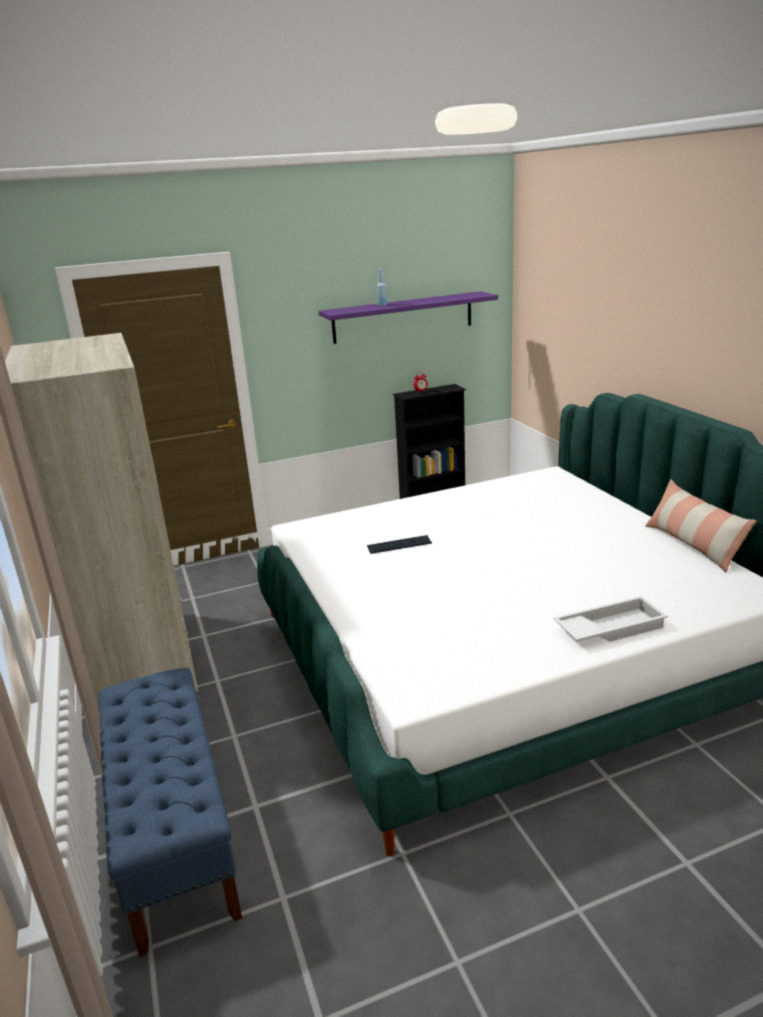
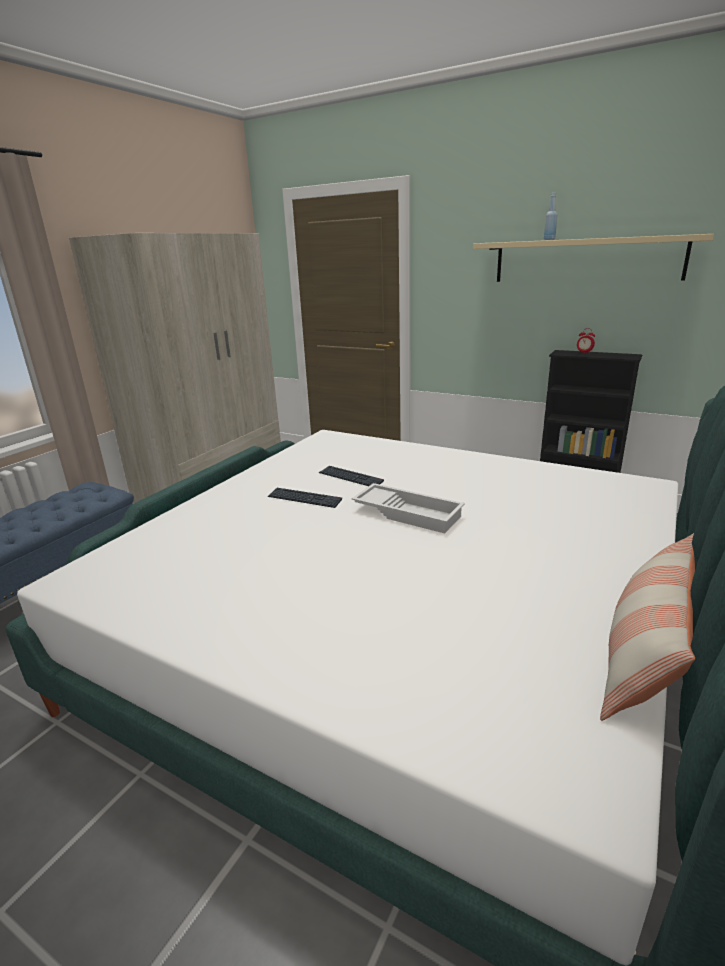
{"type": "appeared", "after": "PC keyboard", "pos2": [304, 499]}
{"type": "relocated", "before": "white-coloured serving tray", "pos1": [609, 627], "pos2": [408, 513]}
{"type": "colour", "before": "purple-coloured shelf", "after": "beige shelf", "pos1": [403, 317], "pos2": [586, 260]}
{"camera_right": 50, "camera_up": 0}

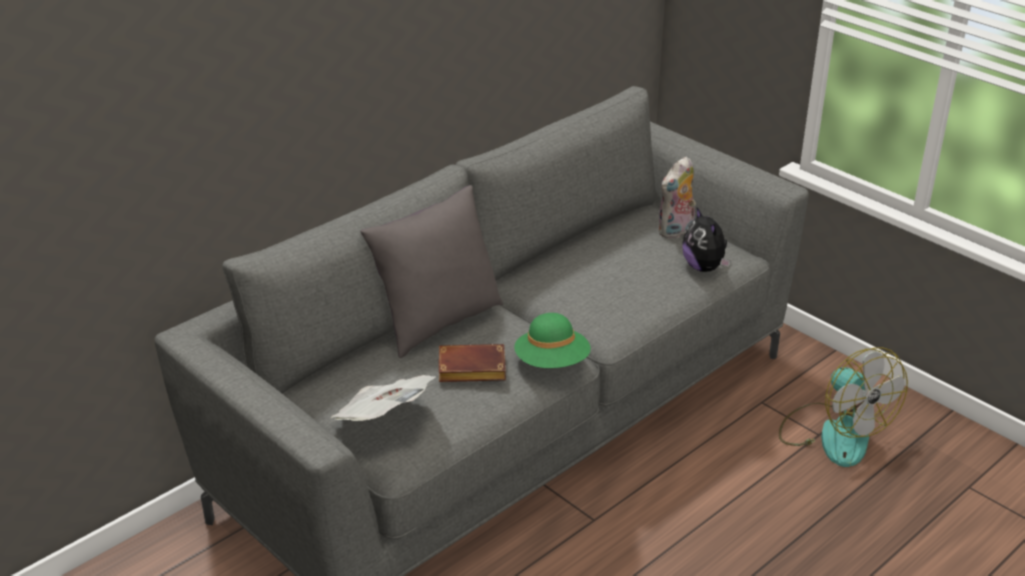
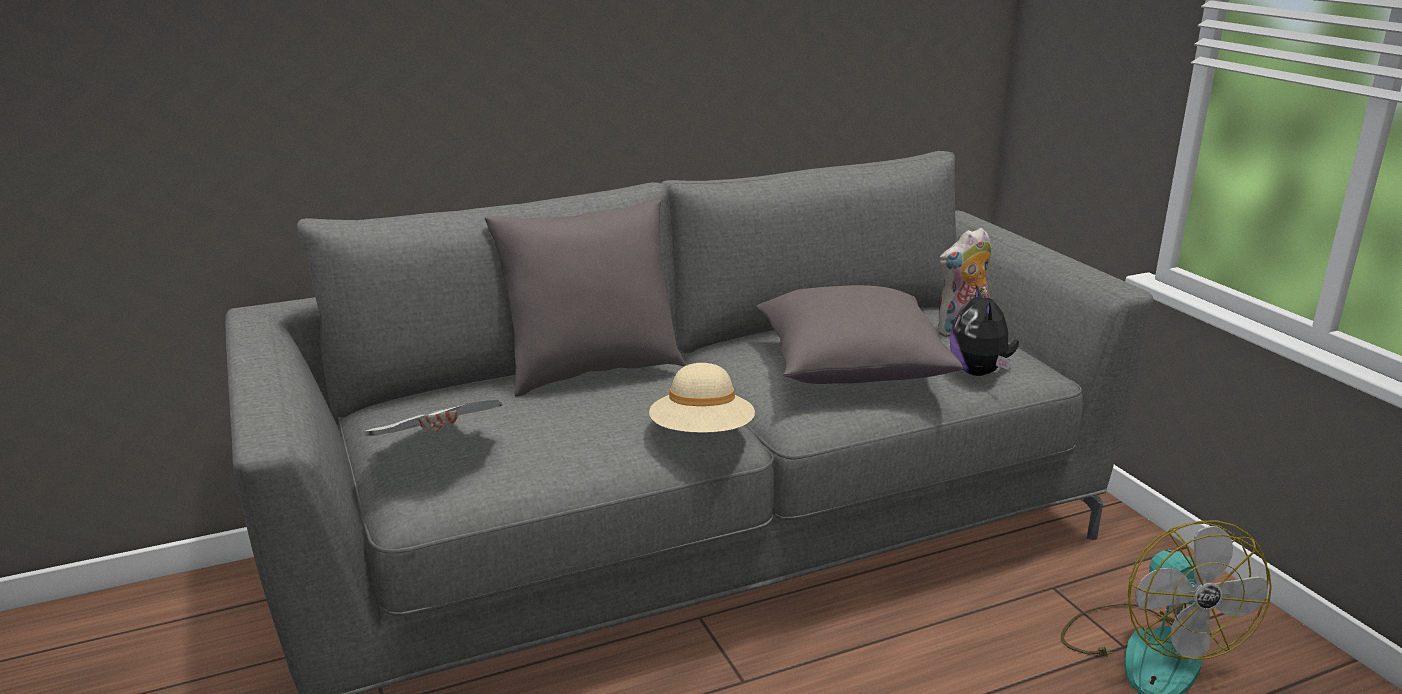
{"type": "colour", "before": "green-coloured clothing hat", "after": "beige clothing hat", "pos1": [552, 363], "pos2": [702, 435]}
{"type": "appeared", "after": "grey throw pillow", "pos2": [851, 369]}
{"type": "missing", "before": "brown-coloured volume", "pos1": [470, 370]}
{"camera_right": 20, "camera_up": -10}

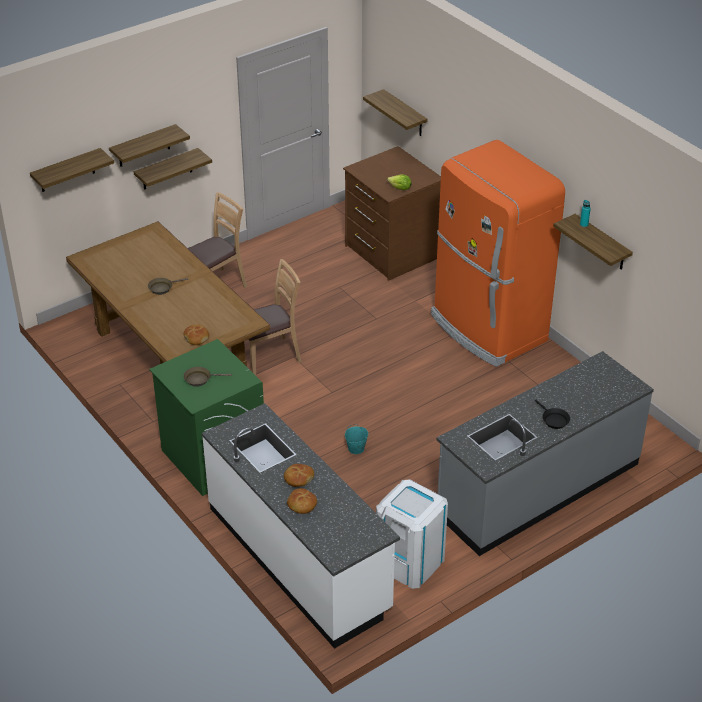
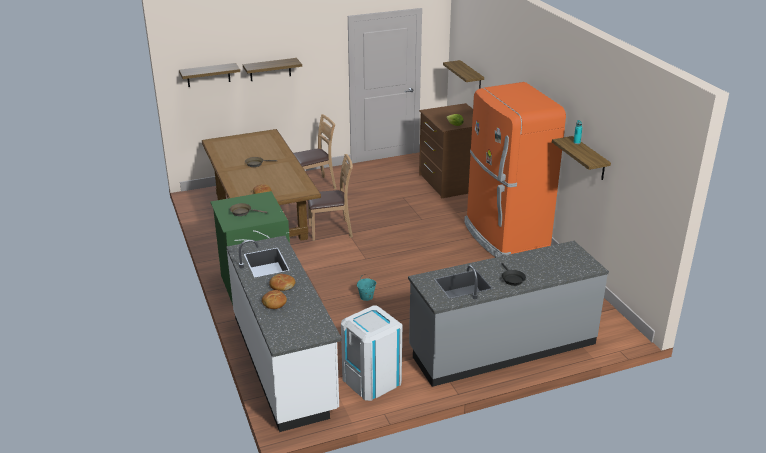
{"type": "missing", "before": "shelf", "pos1": [167, 169]}
{"camera_right": 15, "camera_up": -10}

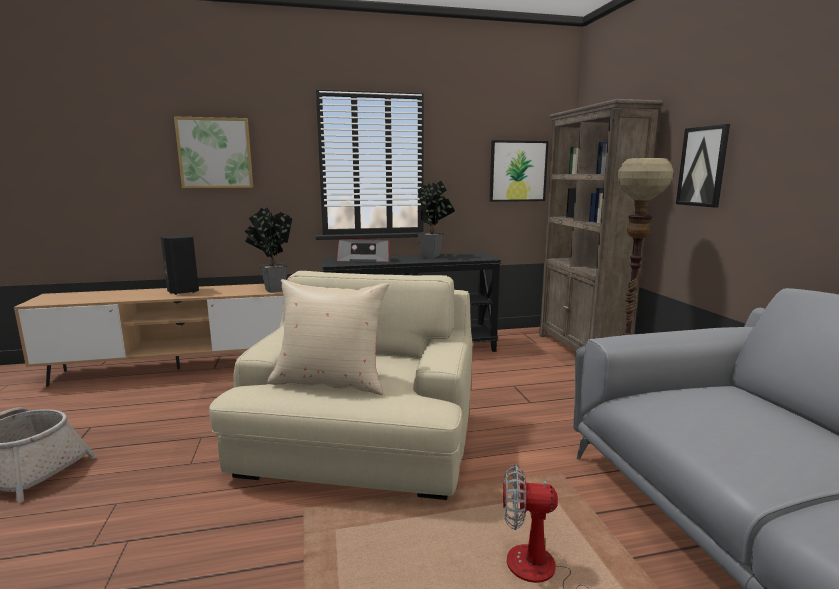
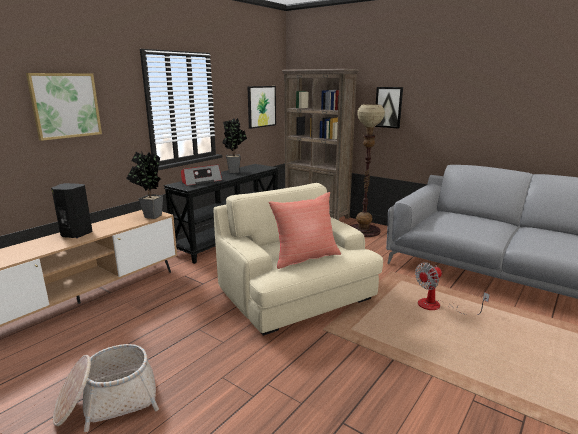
{"type": "colour", "before": "beige throw pillow", "after": "red throw pillow", "pos1": [330, 382], "pos2": [305, 257]}
{"camera_right": -40, "camera_up": 5}

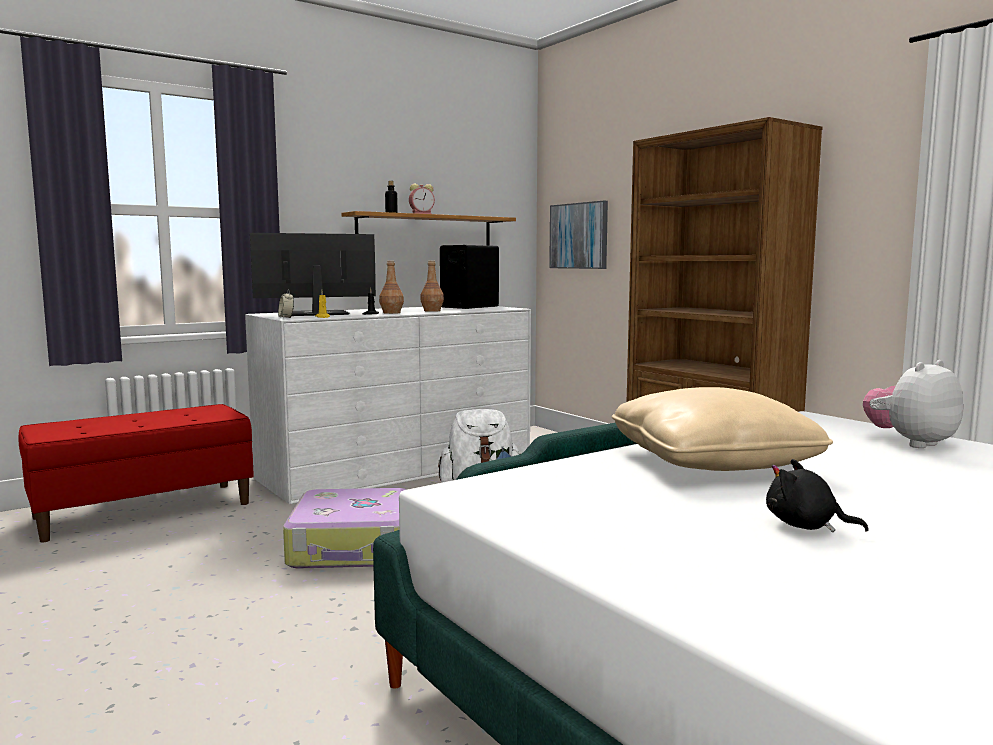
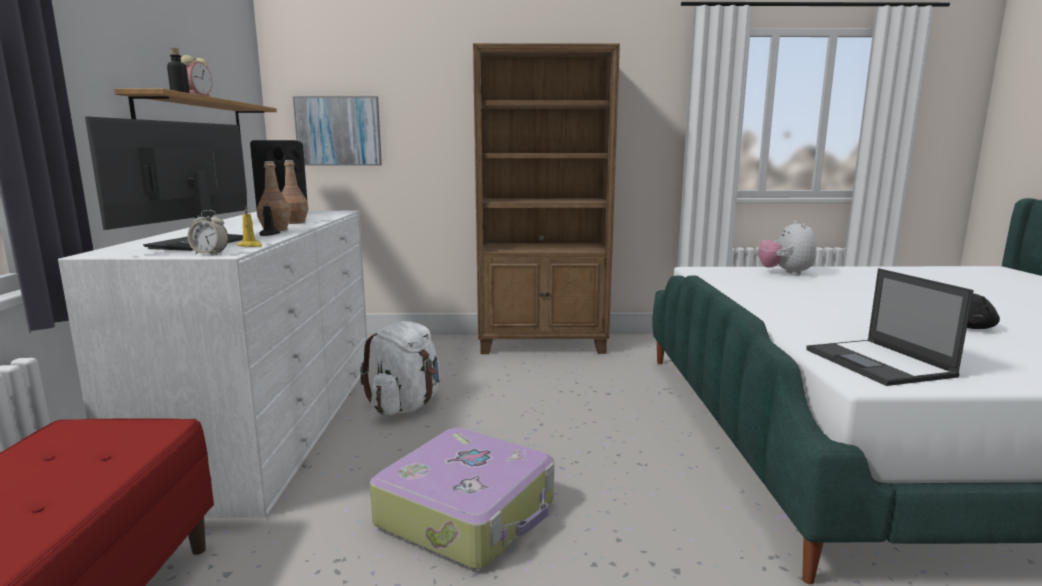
{"type": "appeared", "after": "laptop", "pos2": [879, 363]}
{"type": "missing", "before": "beige throw pillow", "pos1": [711, 461]}
{"camera_right": -55, "camera_up": 5}

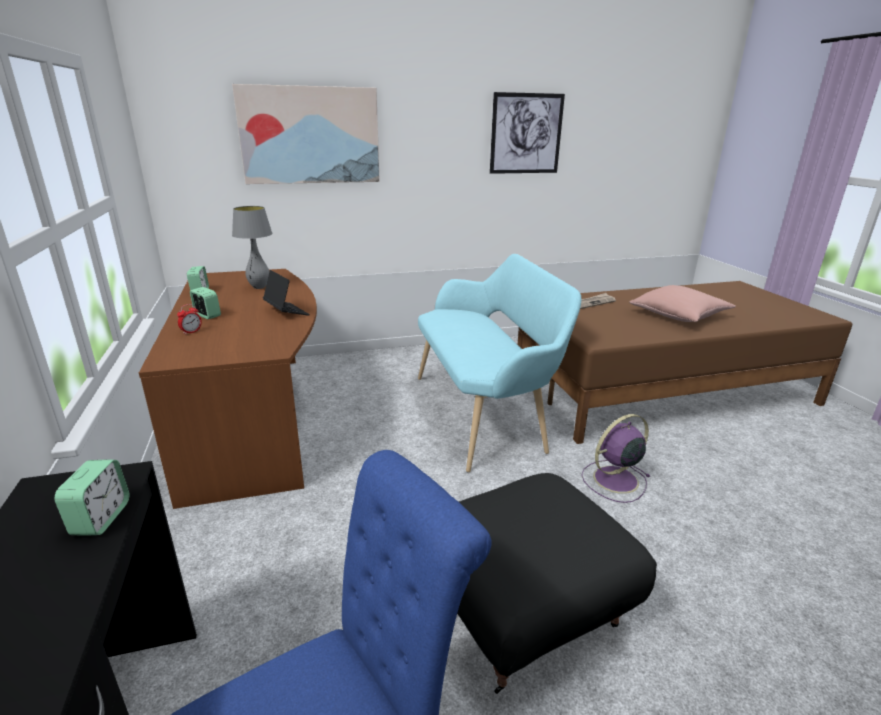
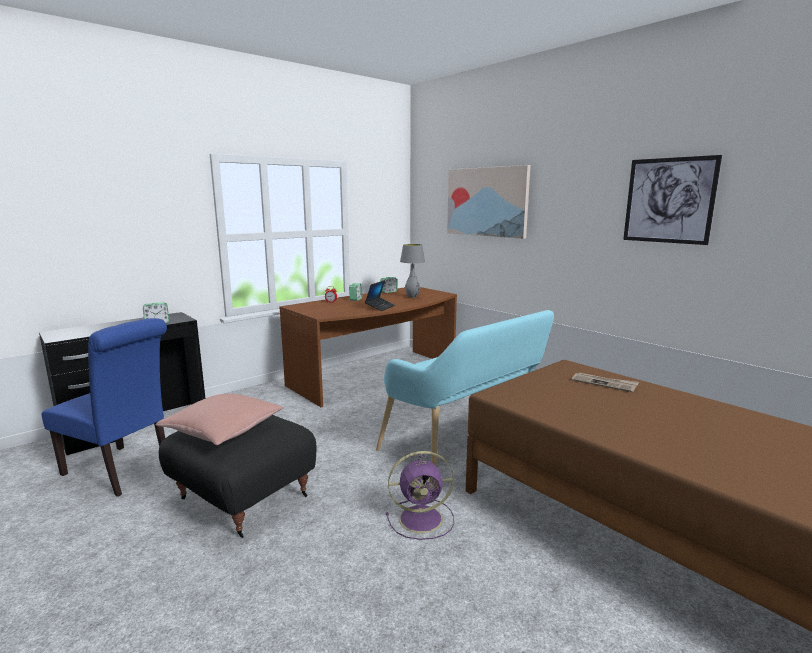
{"type": "relocated", "before": "pinkish throw pillow", "pos1": [679, 315], "pos2": [223, 431]}
{"type": "spun", "before": "purple-coloured electric fan", "pos1": [614, 480], "pos2": [422, 518], "turn": 135}
{"camera_right": 65, "camera_up": -10}

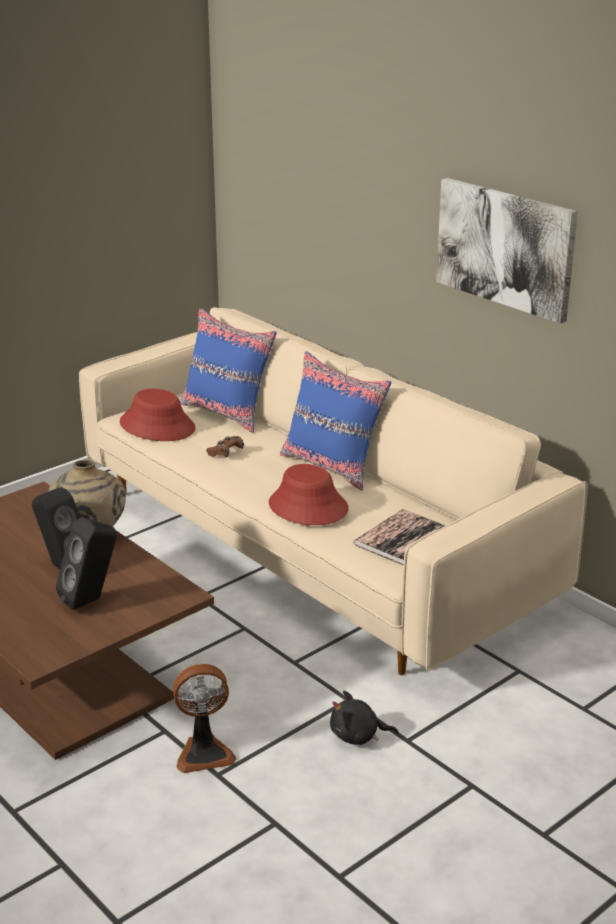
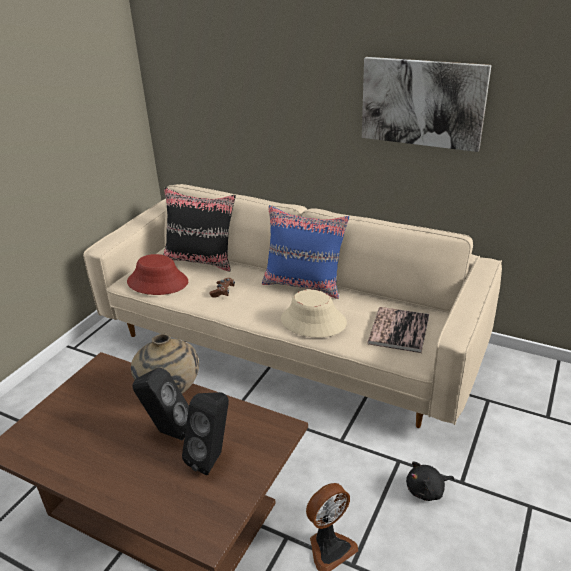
{"type": "colour", "before": "bluish throw pillow", "after": "black throw pillow", "pos1": [227, 413], "pos2": [201, 260]}
{"type": "colour", "before": "red clothing hat", "after": "beige clothing hat", "pos1": [308, 507], "pos2": [313, 321]}
{"camera_right": -20, "camera_up": 5}

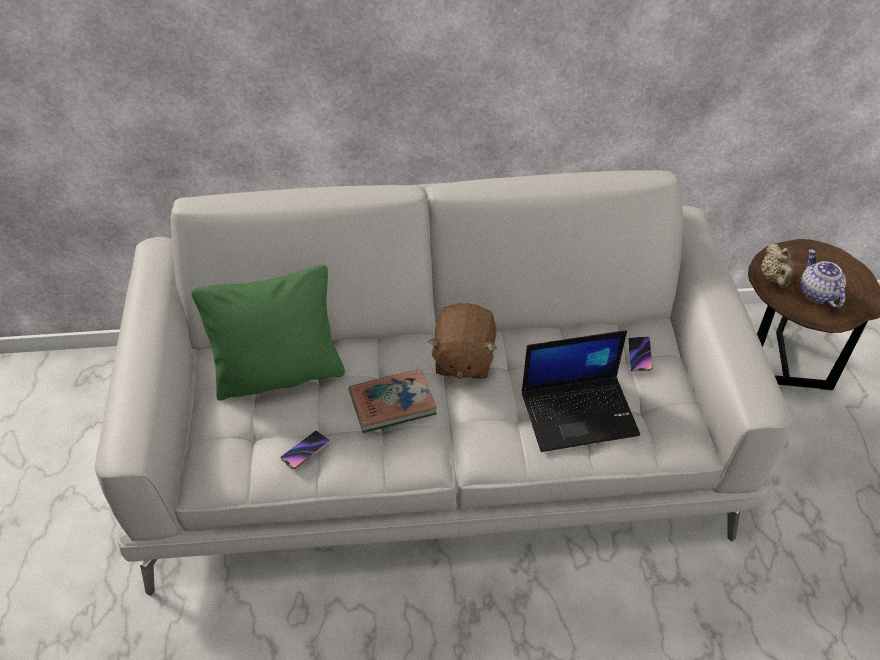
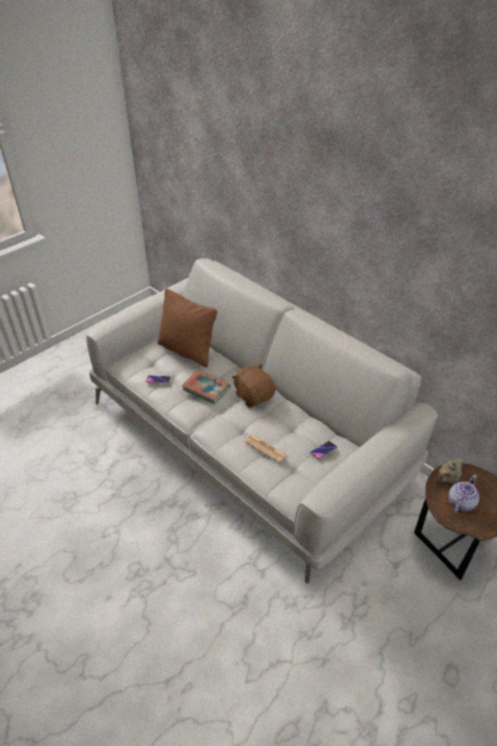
{"type": "colour", "before": "green-coloured throw pillow", "after": "brown-coloured throw pillow", "pos1": [279, 374], "pos2": [187, 351]}
{"type": "spun", "before": "brown-coloured plush toy", "pos1": [463, 359], "pos2": [254, 396], "turn": 90}
{"type": "exchanged", "before": "laptop", "after": "printed paper", "pos1": [580, 412], "pos2": [265, 448]}
{"camera_right": 50, "camera_up": -5}

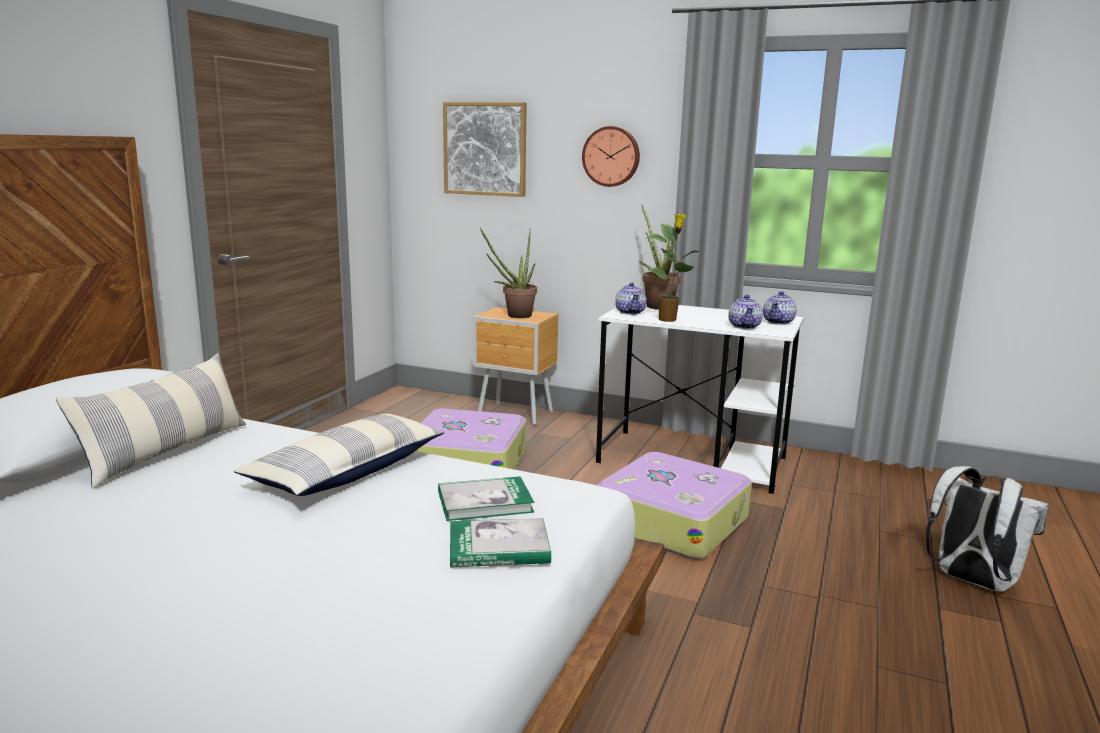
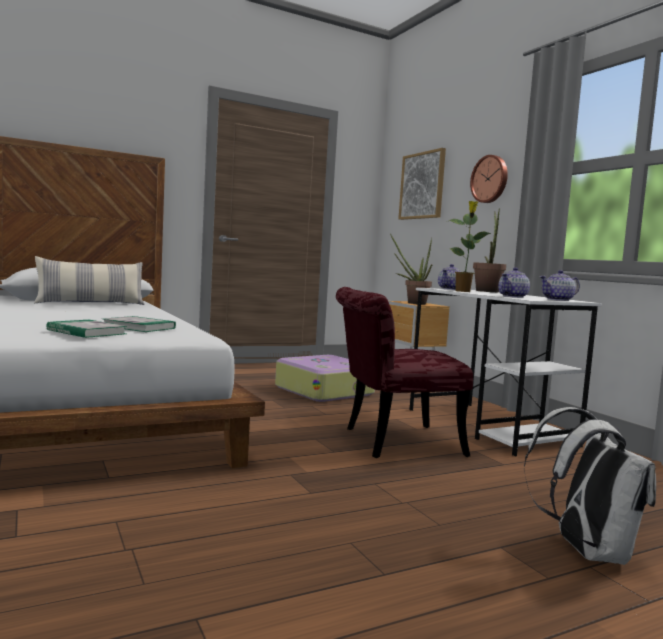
{"type": "exchanged", "before": "piece of luggage", "after": "red upright chair", "pos1": [671, 521], "pos2": [390, 442]}
{"type": "missing", "before": "throw pillow", "pos1": [347, 472]}
{"camera_right": 40, "camera_up": -10}

